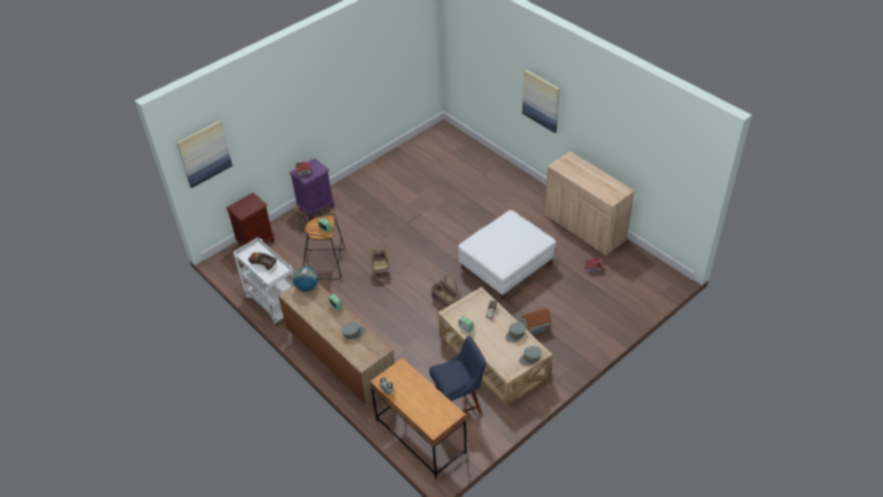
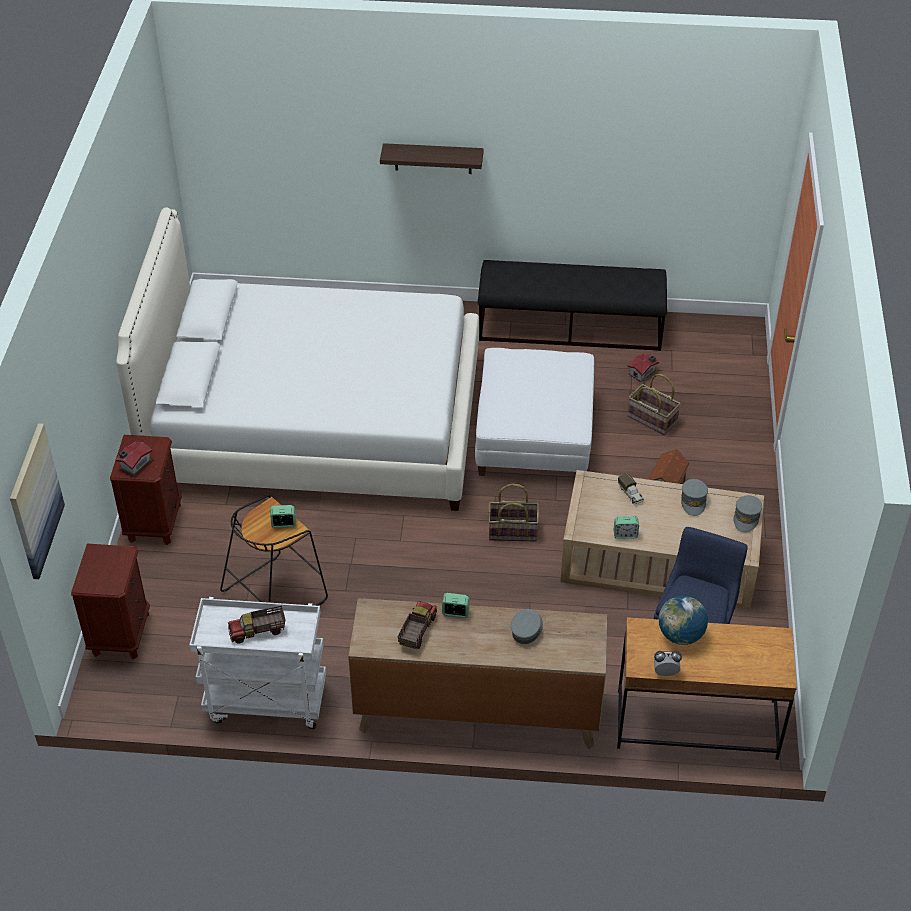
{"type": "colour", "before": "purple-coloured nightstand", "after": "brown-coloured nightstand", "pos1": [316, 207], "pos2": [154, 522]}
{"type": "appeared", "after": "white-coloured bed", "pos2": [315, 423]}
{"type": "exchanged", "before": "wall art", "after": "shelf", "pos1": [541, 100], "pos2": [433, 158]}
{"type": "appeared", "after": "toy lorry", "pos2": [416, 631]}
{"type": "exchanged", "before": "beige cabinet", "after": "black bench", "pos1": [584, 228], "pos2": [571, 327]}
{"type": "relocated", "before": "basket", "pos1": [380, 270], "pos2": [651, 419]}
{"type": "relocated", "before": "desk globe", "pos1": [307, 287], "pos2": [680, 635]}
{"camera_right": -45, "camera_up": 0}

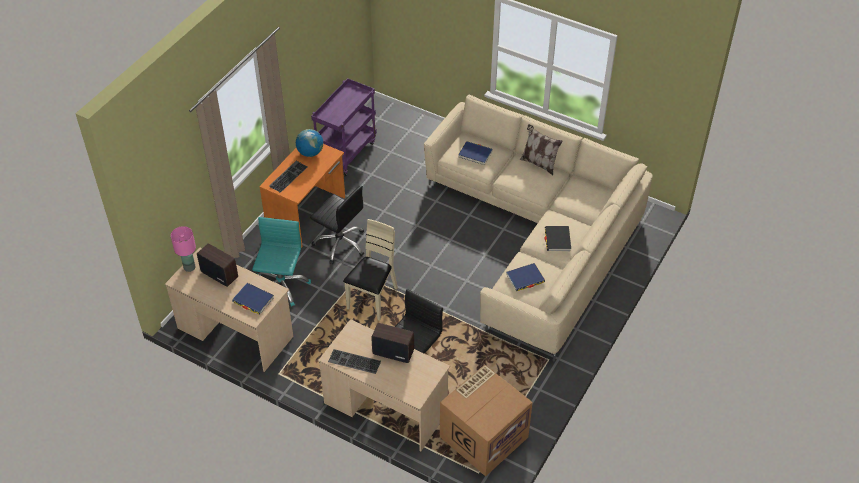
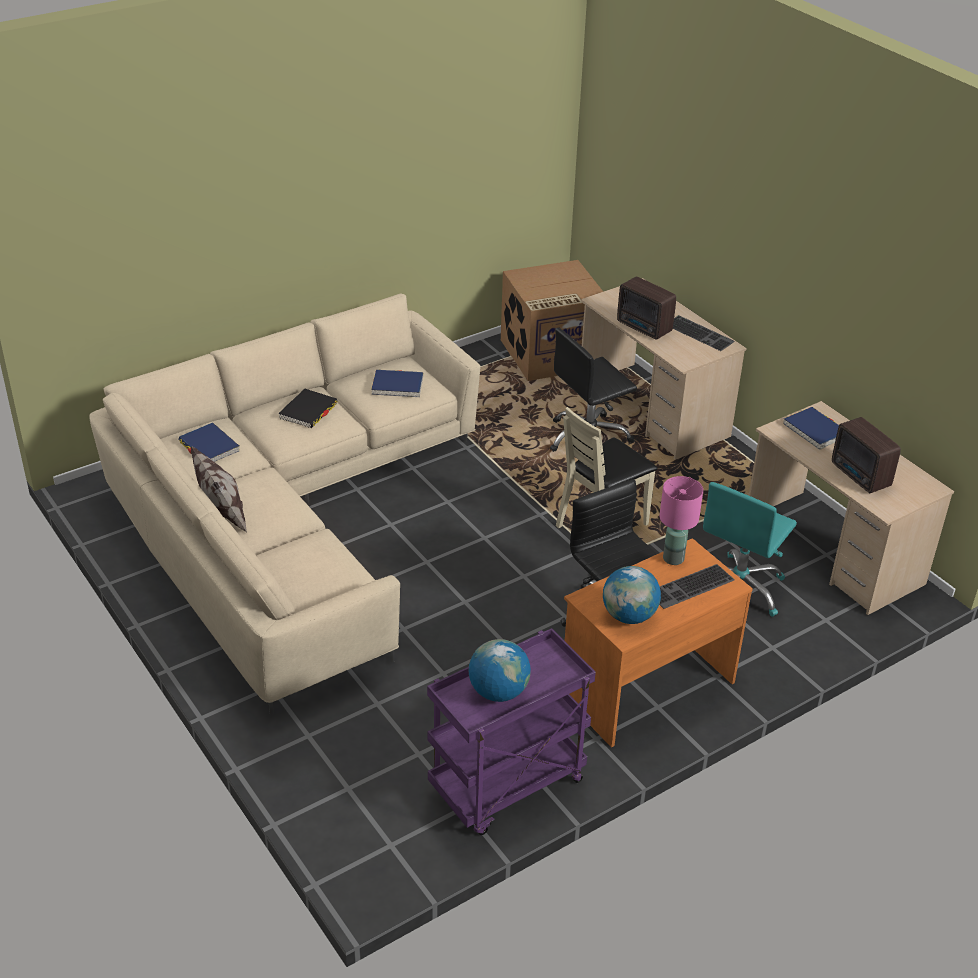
{"type": "relocated", "before": "bluish volume", "pos1": [475, 154], "pos2": [209, 446]}
{"type": "appeared", "after": "desk globe", "pos2": [498, 691]}
{"type": "relocated", "before": "pinkish table lamp", "pos1": [189, 267], "pos2": [674, 558]}
{"camera_right": -155, "camera_up": -10}

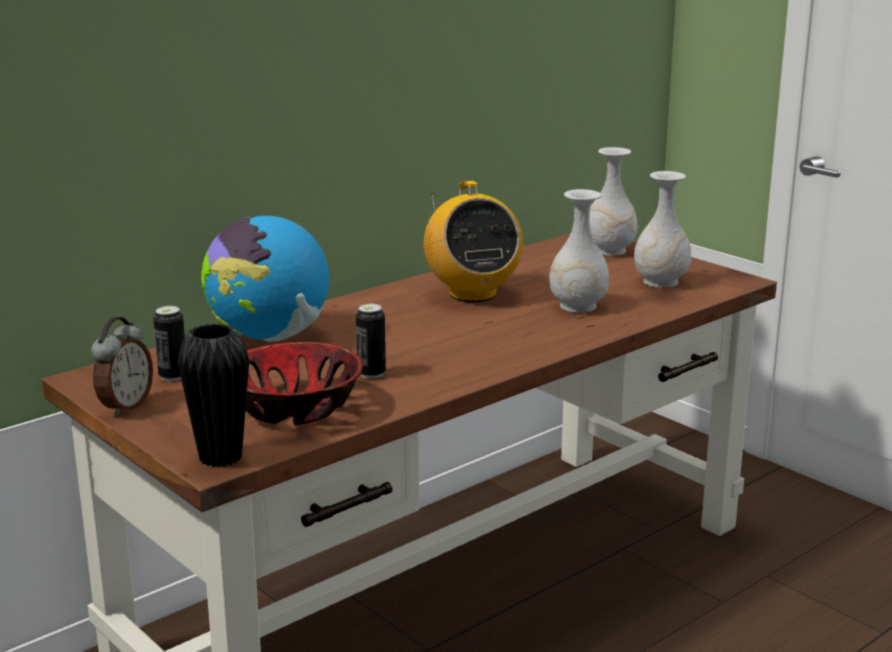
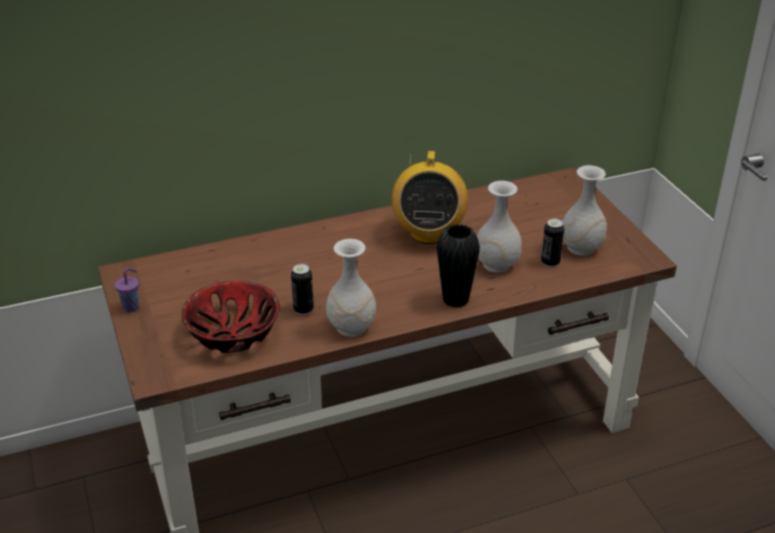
{"type": "exchanged", "before": "alarm clock", "after": "purple-coloured cup", "pos1": [124, 406], "pos2": [132, 307]}
{"type": "relocated", "before": "white-coloured flower vase", "pos1": [609, 251], "pos2": [351, 327]}
{"type": "relocated", "before": "black flower vase", "pos1": [220, 457], "pos2": [455, 300]}
{"type": "relocated", "before": "metal can", "pos1": [173, 376], "pos2": [550, 262]}
{"type": "missing", "before": "desk globe", "pos1": [269, 337]}
{"camera_right": 20, "camera_up": 15}

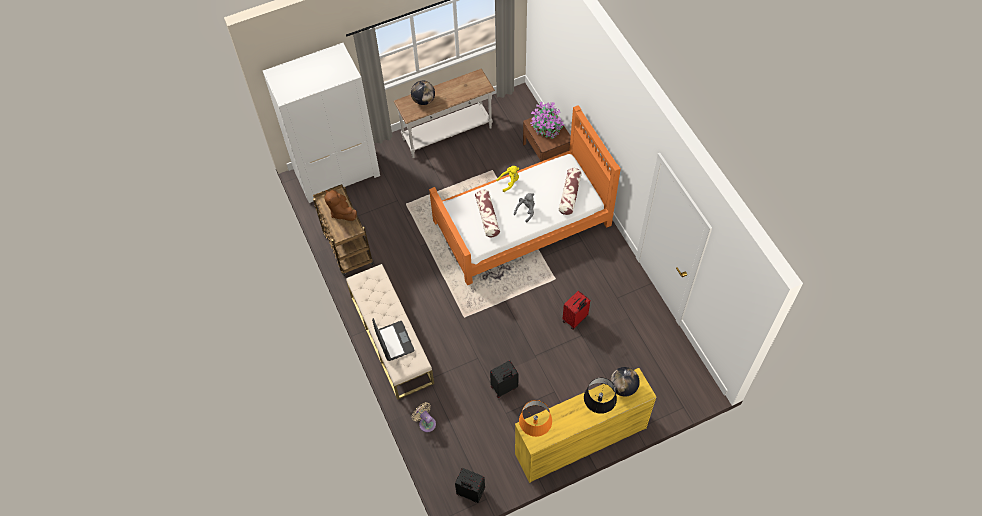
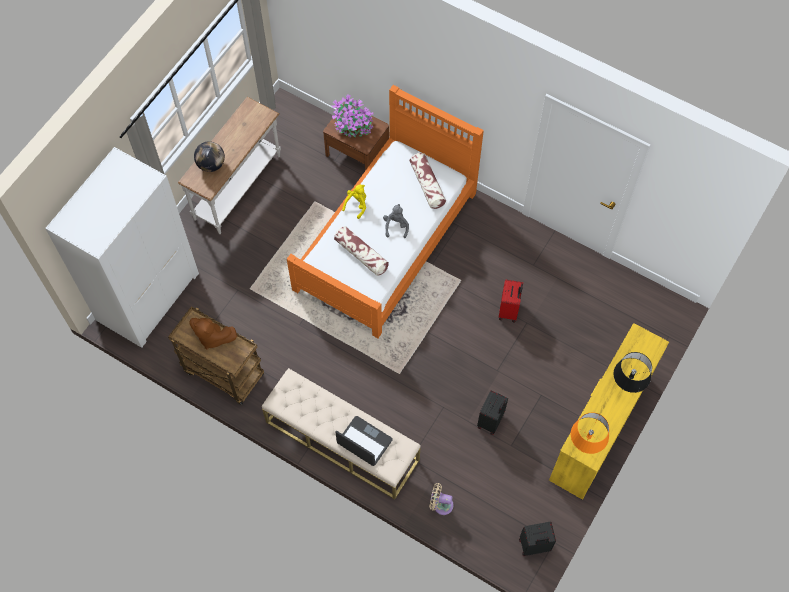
{"type": "missing", "before": "desk globe", "pos1": [623, 387]}
{"camera_right": -35, "camera_up": 5}

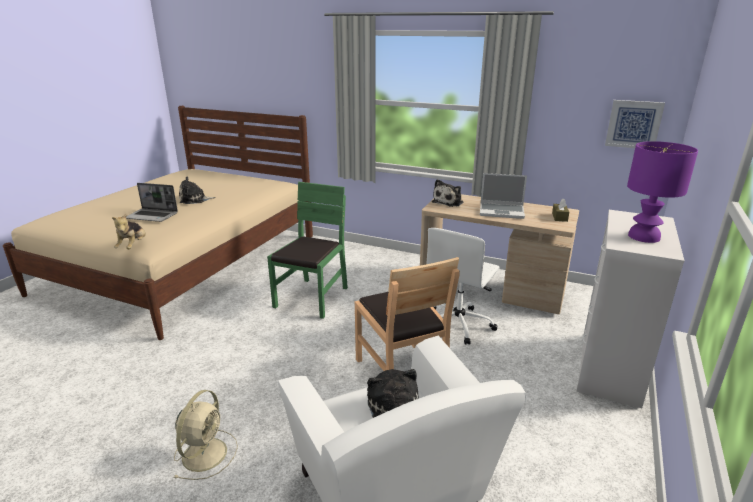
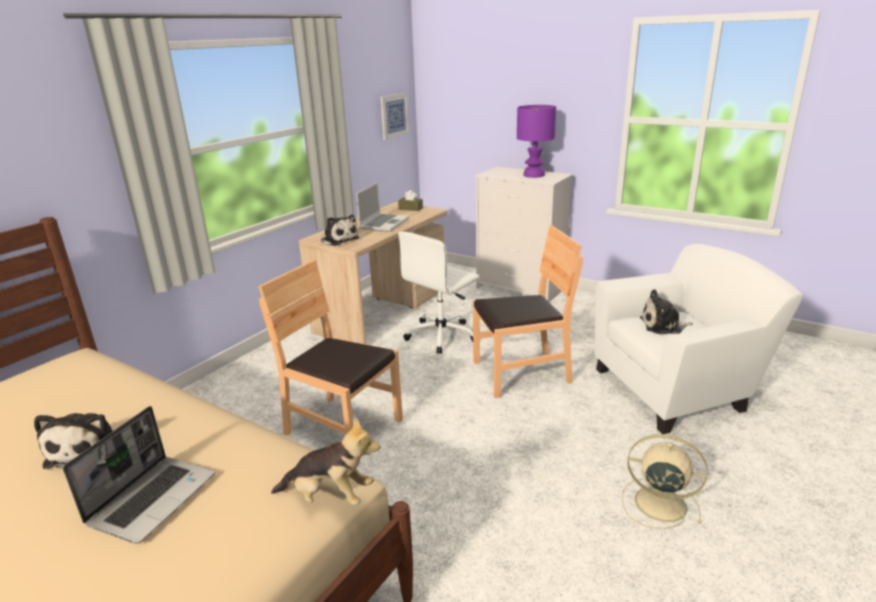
{"type": "colour", "before": "green-coloured upright chair", "after": "brown-coloured upright chair", "pos1": [312, 298], "pos2": [343, 428]}
{"type": "spun", "before": "white-coloured office chair", "pos1": [458, 323], "pos2": [442, 335], "turn": 90}
{"camera_right": -80, "camera_up": 0}

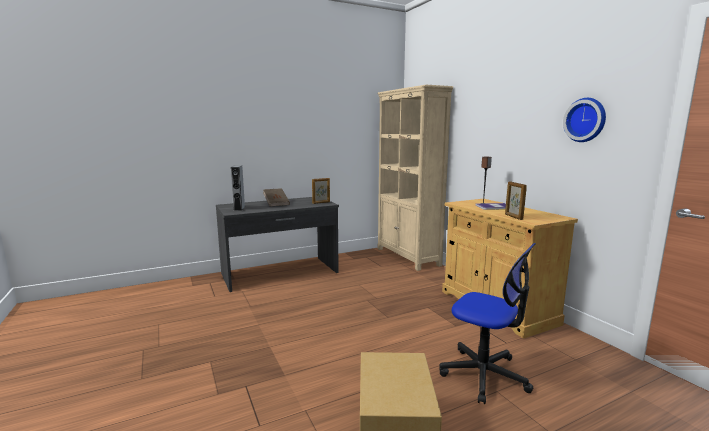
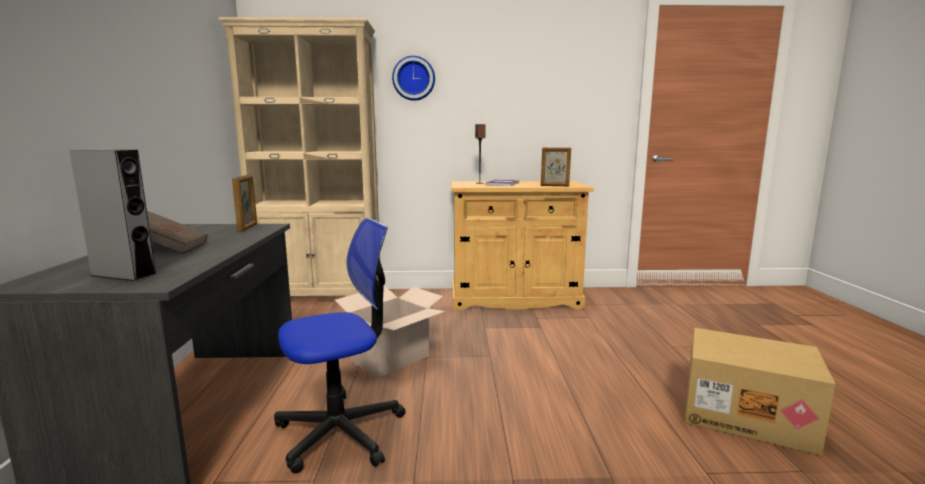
{"type": "relocated", "before": "office chair", "pos1": [484, 375], "pos2": [341, 432]}
{"type": "appeared", "after": "packing box", "pos2": [390, 358]}
{"type": "relocated", "before": "hanging clock", "pos1": [586, 120], "pos2": [414, 78]}
{"camera_right": -65, "camera_up": 0}

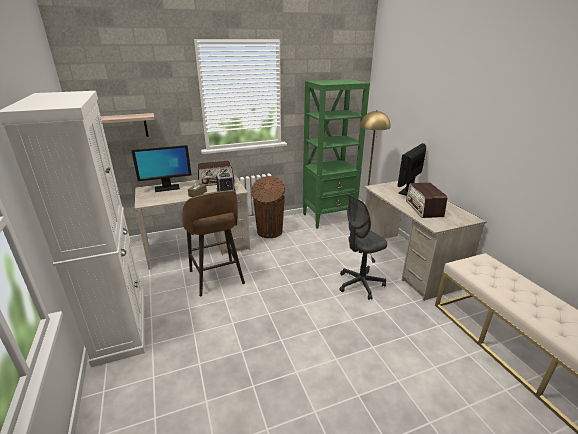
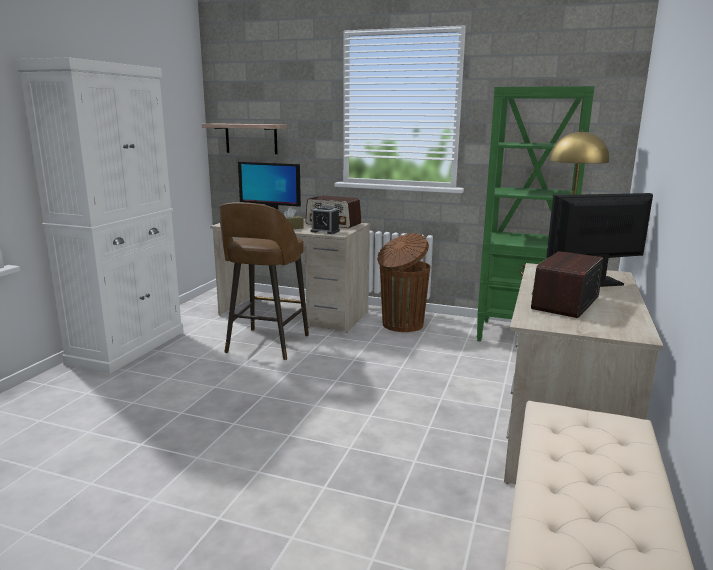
{"type": "missing", "before": "grey office chair", "pos1": [360, 284]}
{"camera_right": 40, "camera_up": -10}

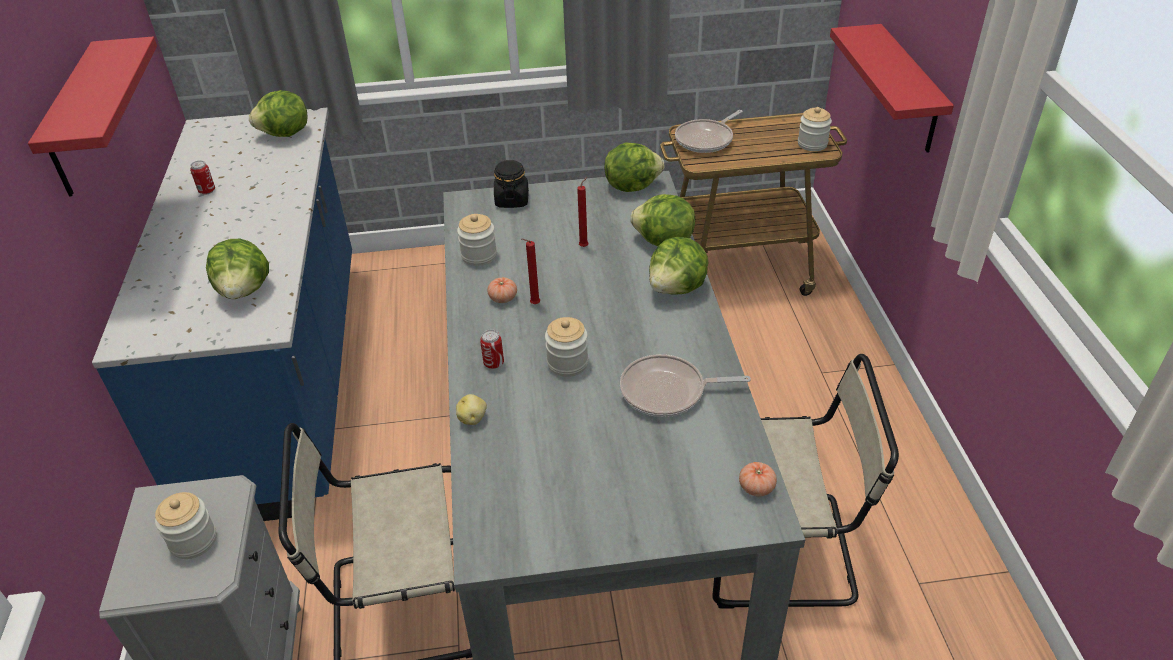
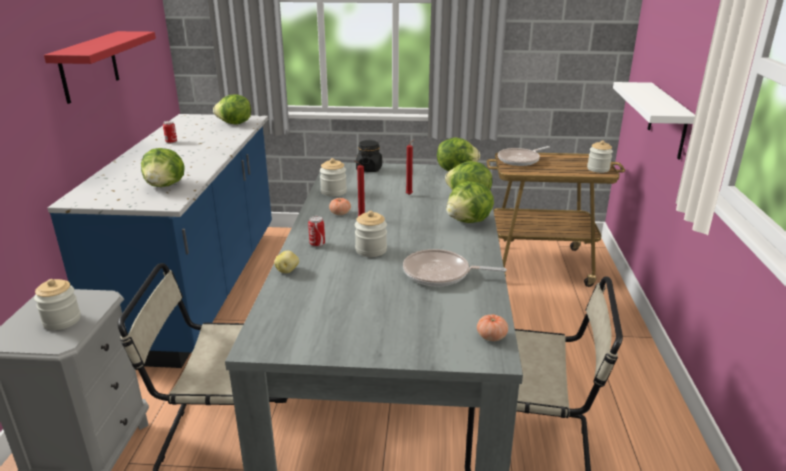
{"type": "colour", "before": "red shelf", "after": "white-coloured shelf", "pos1": [908, 90], "pos2": [667, 120]}
{"camera_right": 10, "camera_up": -15}

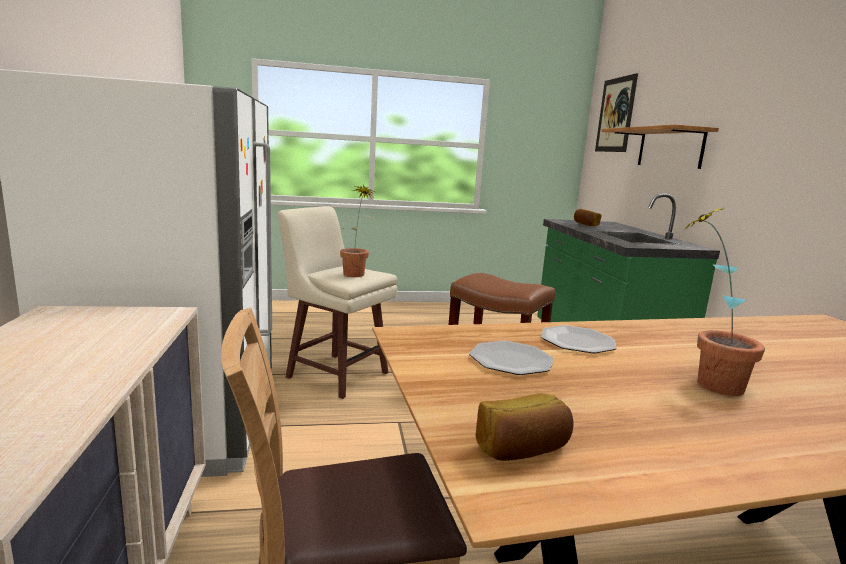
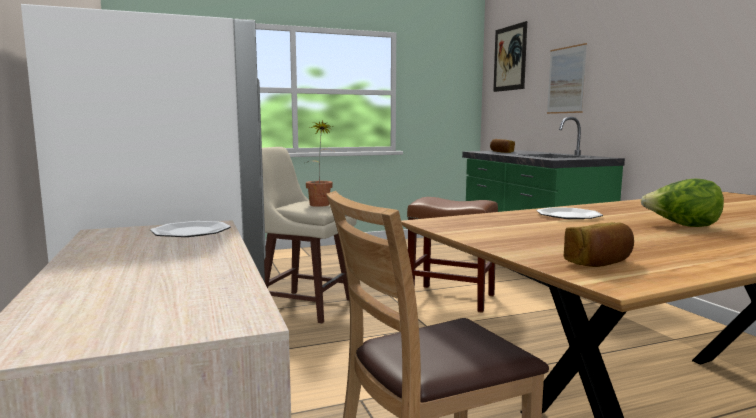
{"type": "relocated", "before": "flat dish", "pos1": [511, 360], "pos2": [191, 232]}
{"type": "exchanged", "before": "shelf", "after": "wall art", "pos1": [670, 148], "pos2": [566, 80]}
{"type": "exchanged", "before": "potted plant", "after": "head of lettuce", "pos1": [705, 382], "pos2": [682, 226]}
{"camera_right": -10, "camera_up": -5}

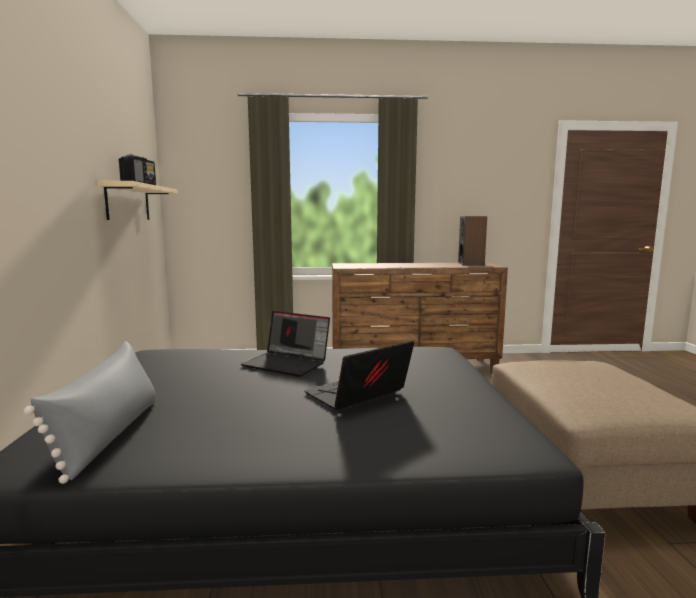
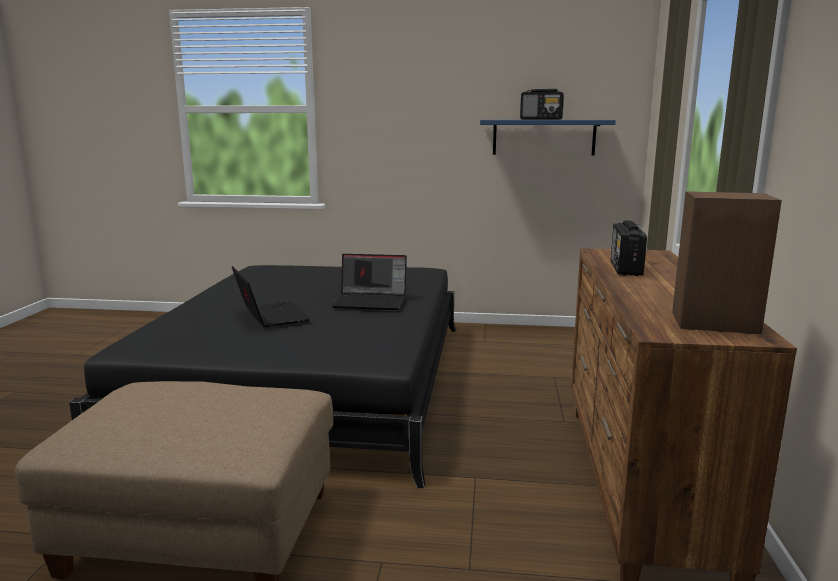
{"type": "spun", "before": "laptop", "pos1": [287, 363], "pos2": [371, 301], "turn": -120}
{"type": "colour", "before": "beige shelf", "after": "bluish shelf", "pos1": [128, 202], "pos2": [544, 137]}
{"type": "appeared", "after": "radio set", "pos2": [626, 269]}
{"type": "missing", "before": "grey throw pillow", "pos1": [109, 435]}
{"camera_right": 100, "camera_up": 5}

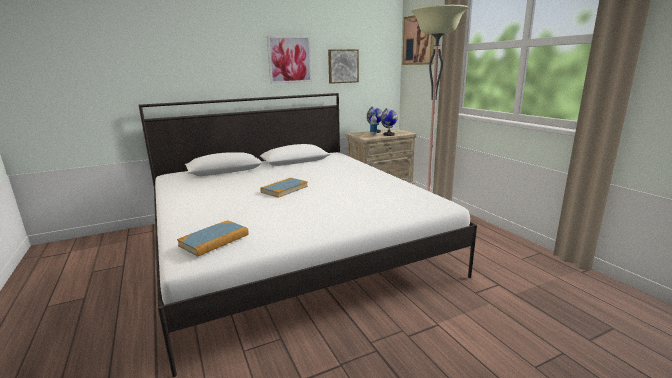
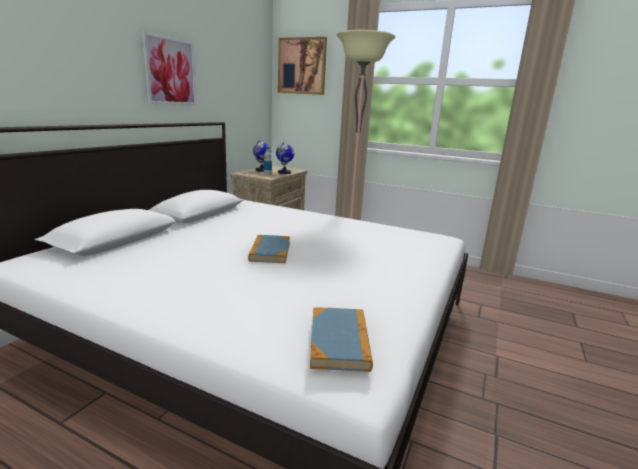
{"type": "missing", "before": "wall art", "pos1": [343, 66]}
{"camera_right": -40, "camera_up": 0}

